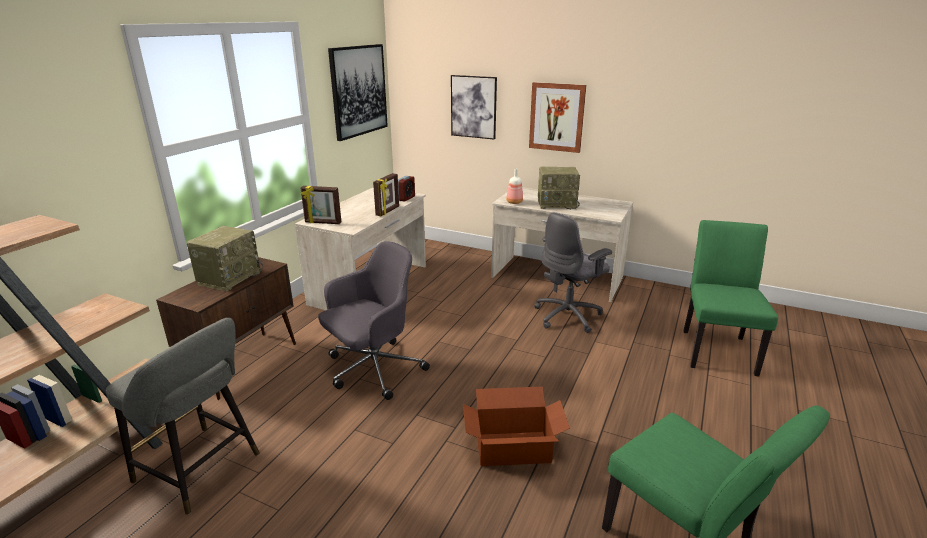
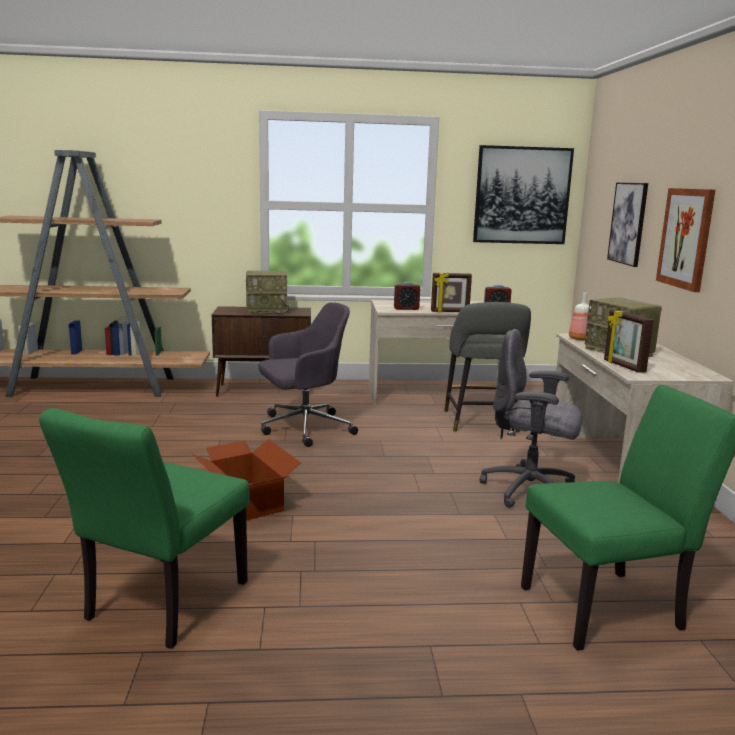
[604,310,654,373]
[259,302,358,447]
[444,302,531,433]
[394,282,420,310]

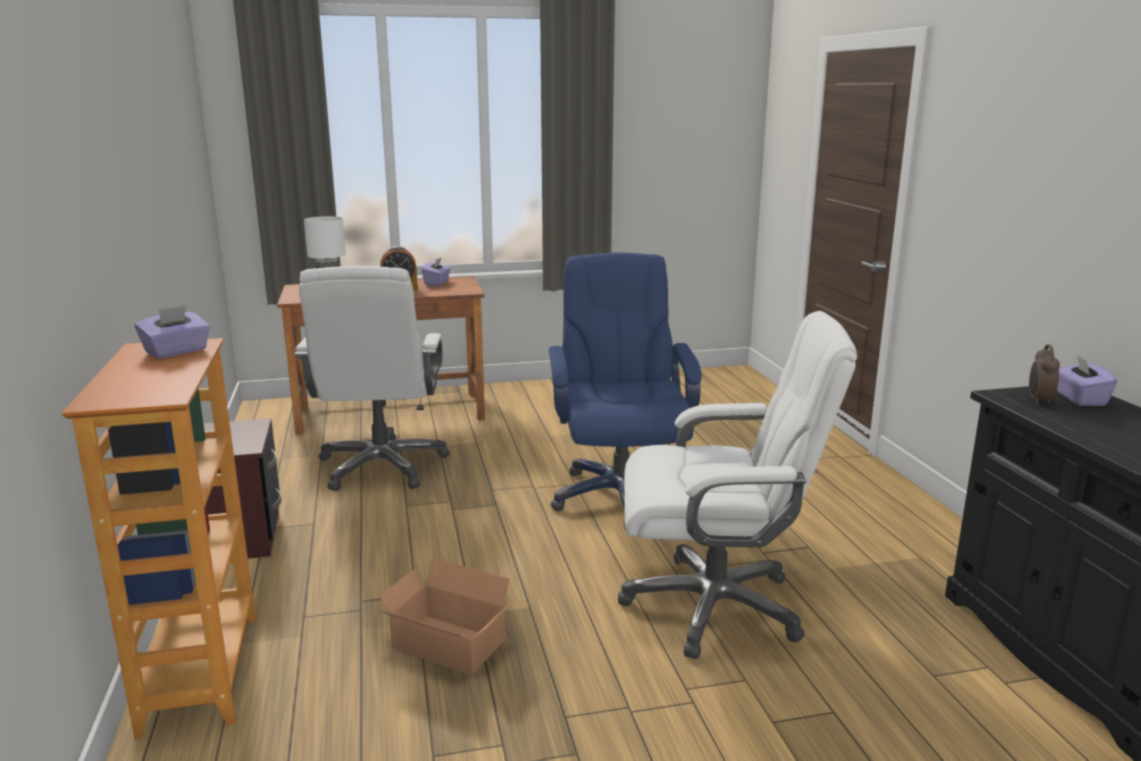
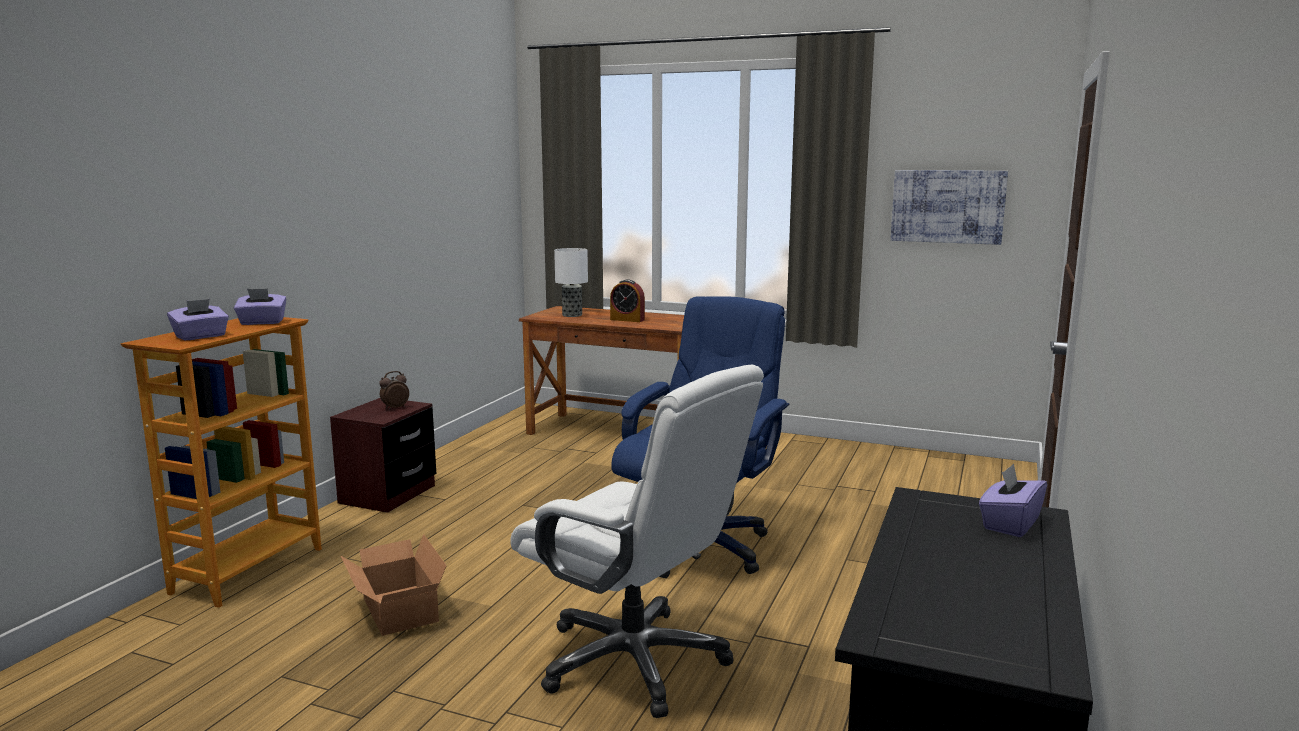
[167,299,229,340]
[294,266,450,491] (first image)
[379,371,409,410]
[891,170,1008,245]

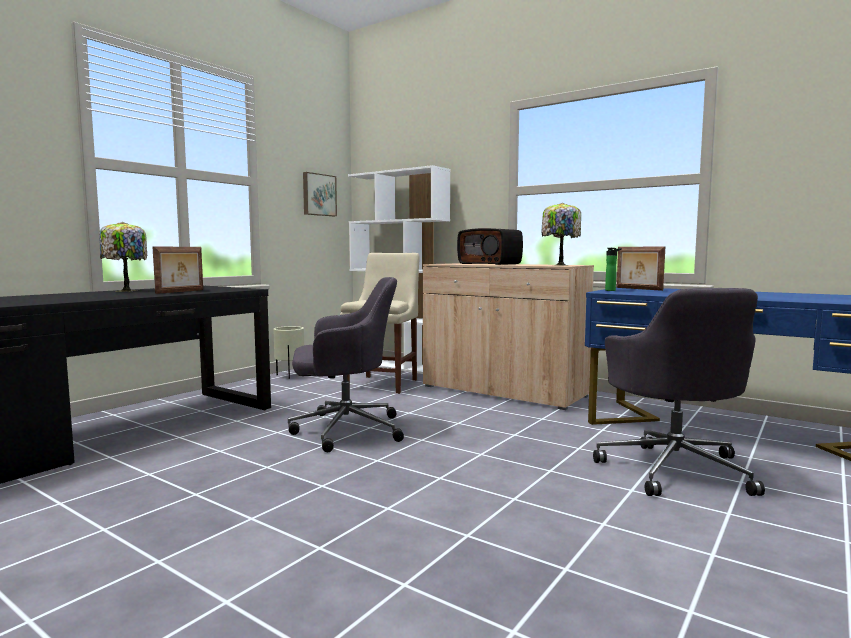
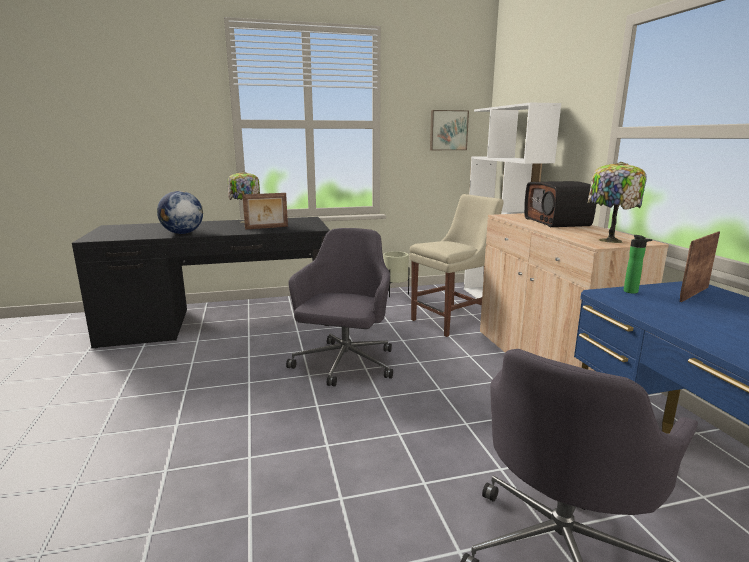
[680,231,720,302]
[286,228,393,387]
[157,191,203,234]

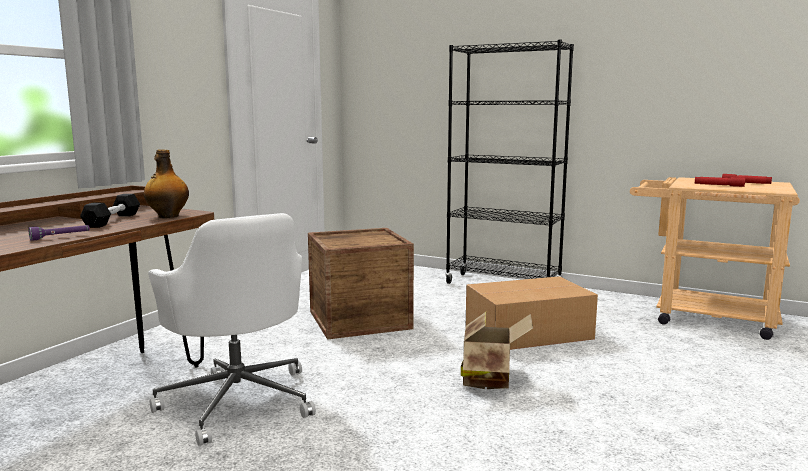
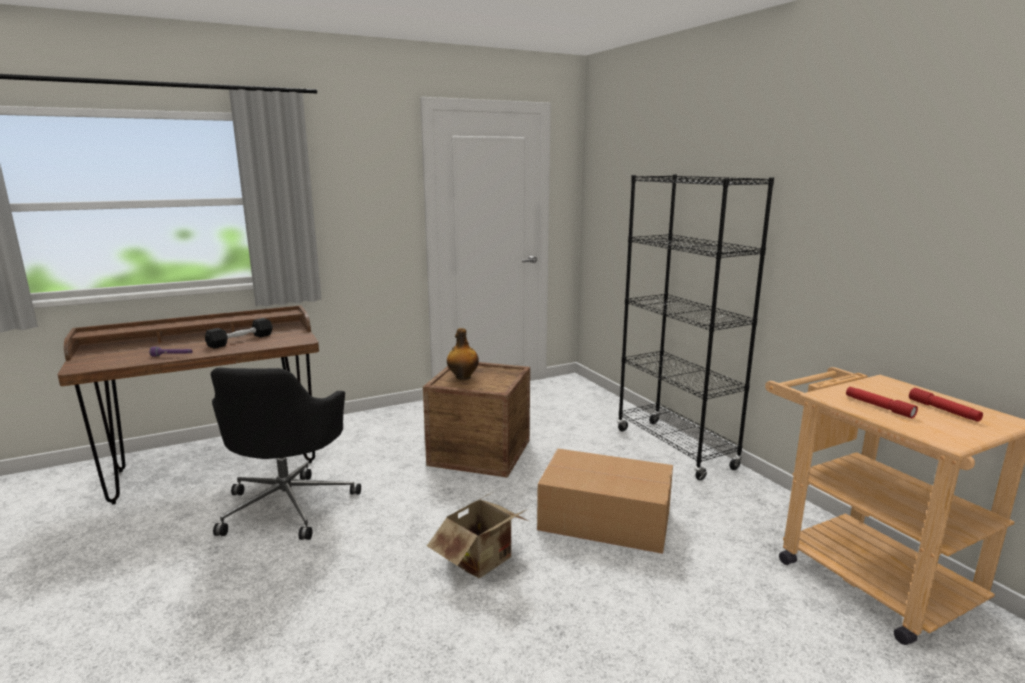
[447,328,479,380]
[211,367,361,540]

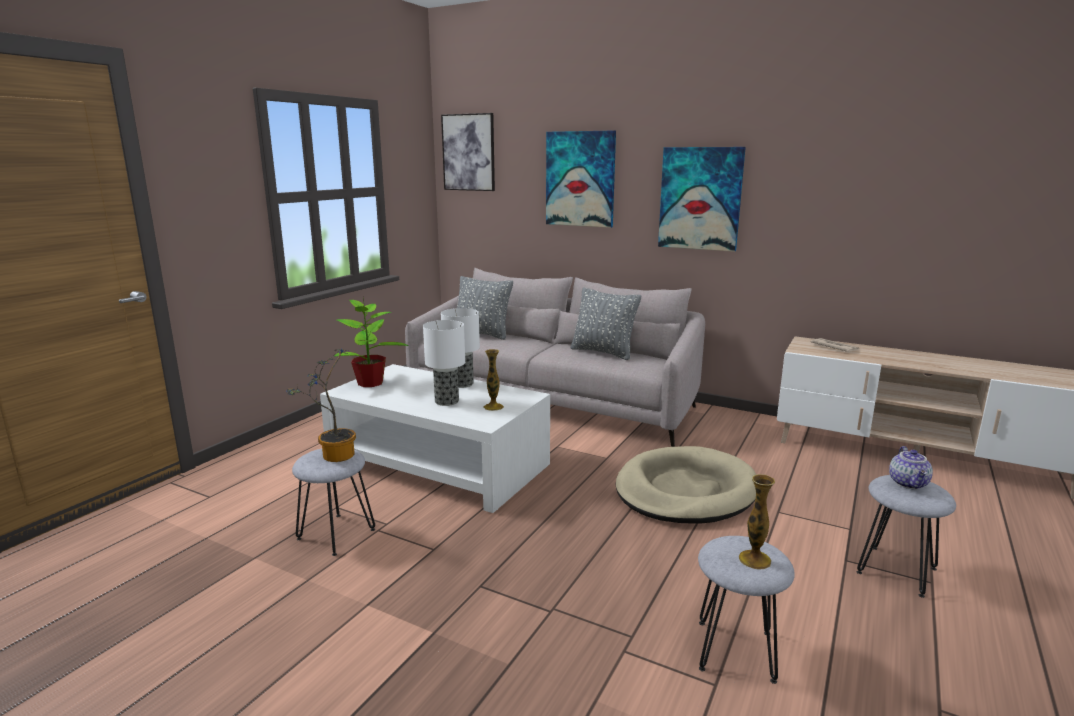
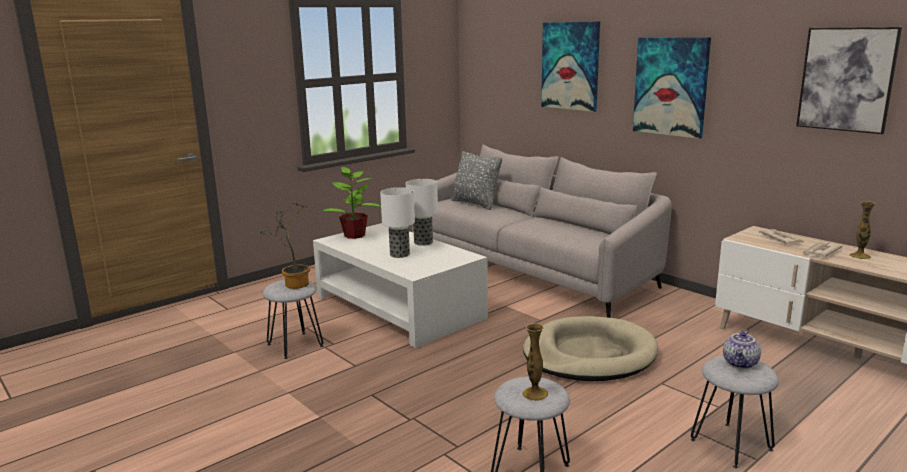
[796,27,902,134]
[571,288,641,360] (first image)
[849,201,876,259]
[802,242,843,258]

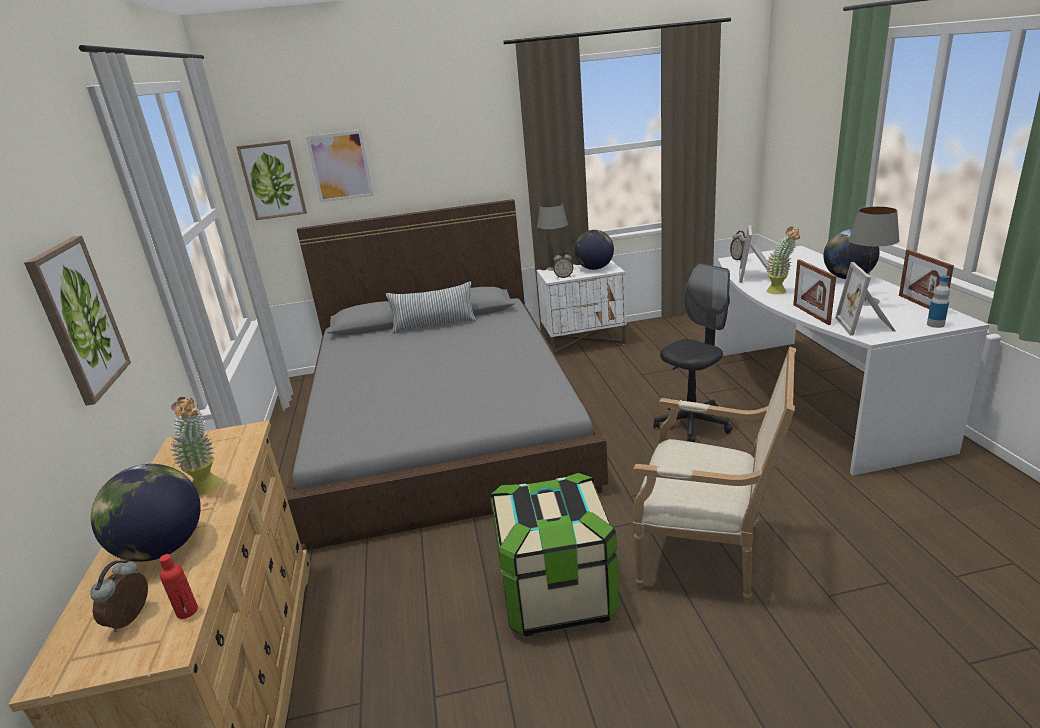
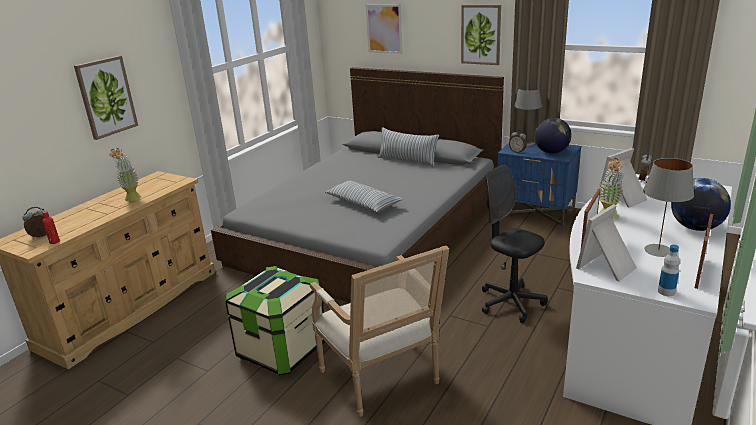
[461,5,501,65]
[497,143,581,227]
[482,164,548,323]
[91,464,201,562] (first image)
[325,181,403,212]

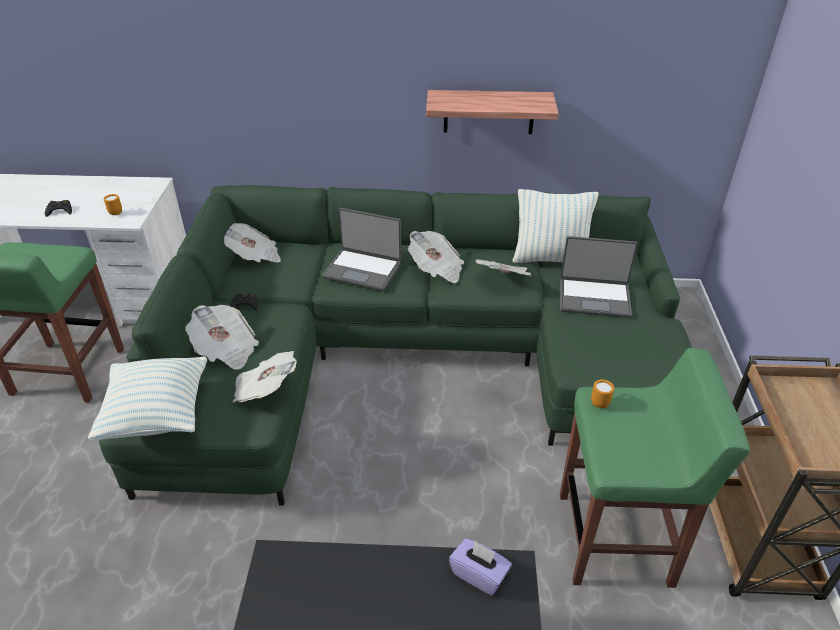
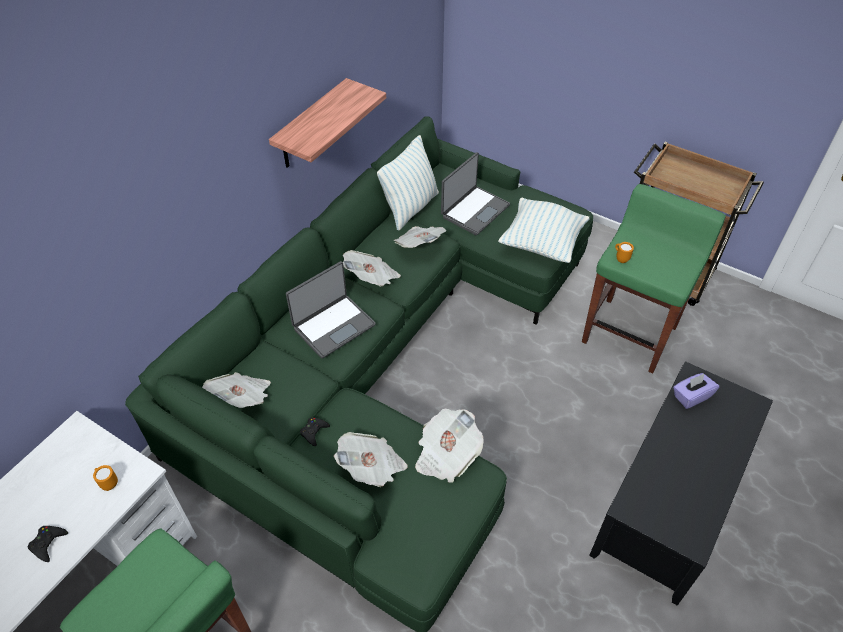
[498,198,589,263]

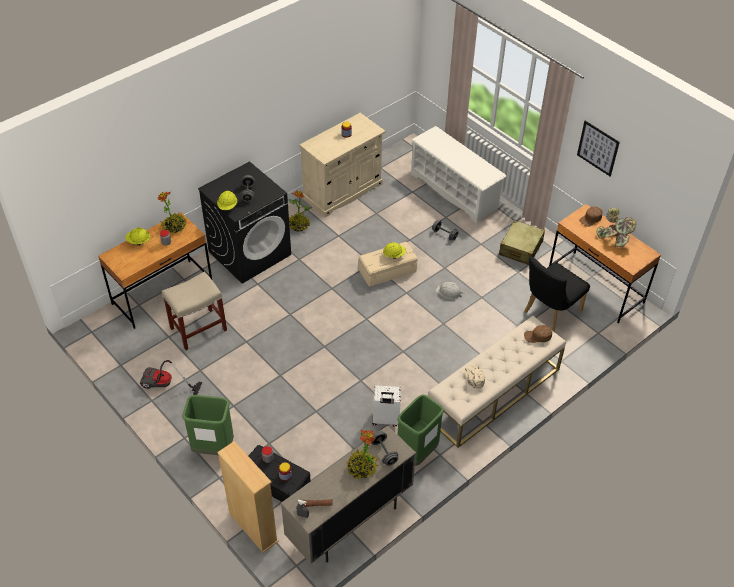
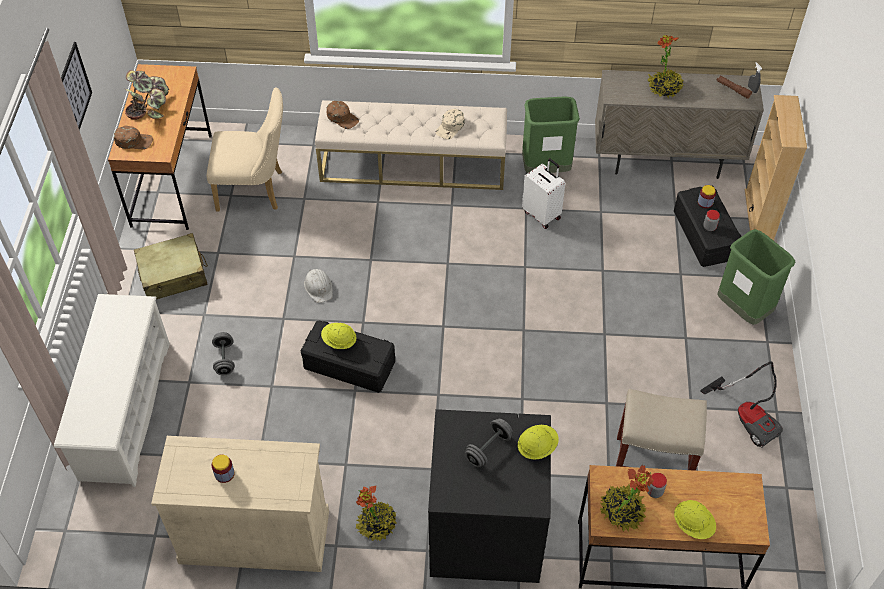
[301,320,395,393]
[206,88,283,211]
[371,431,398,466] (first image)

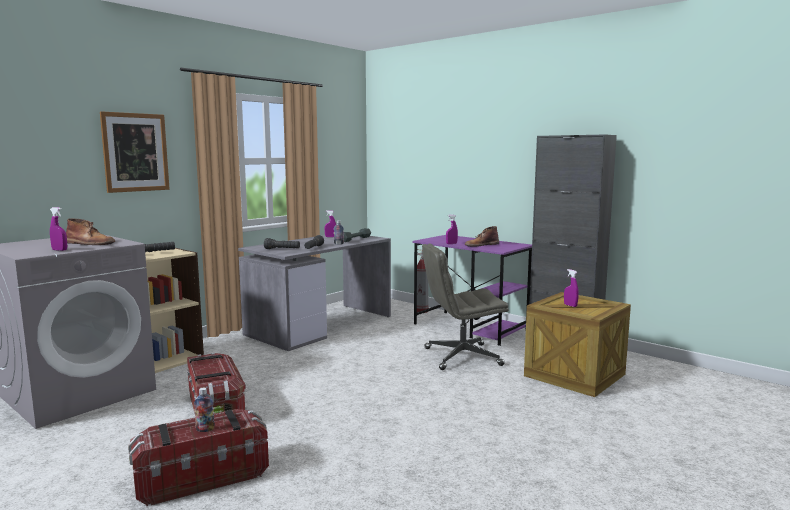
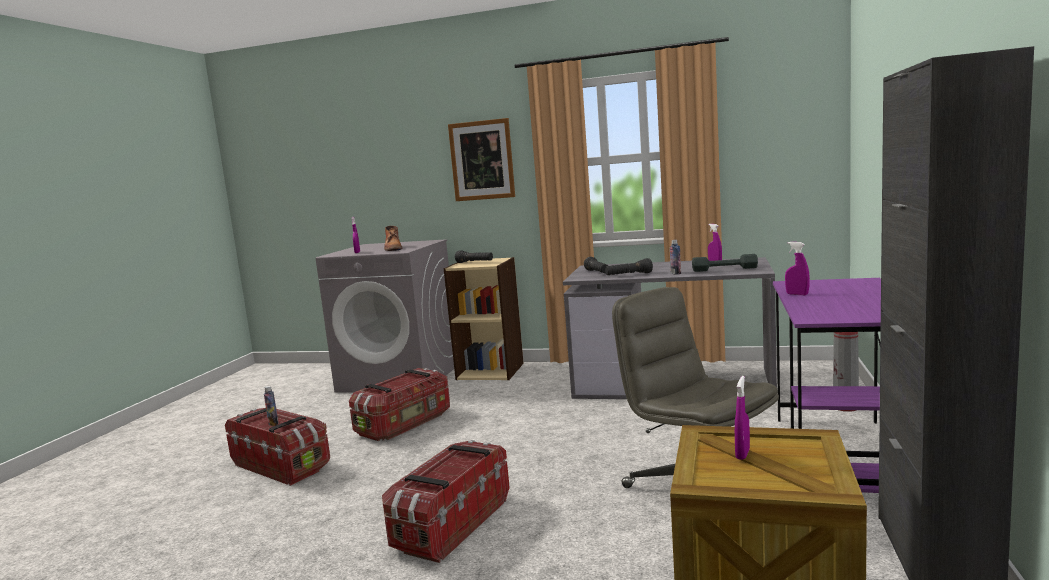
[465,226,499,247] (first image)
[382,440,510,563]

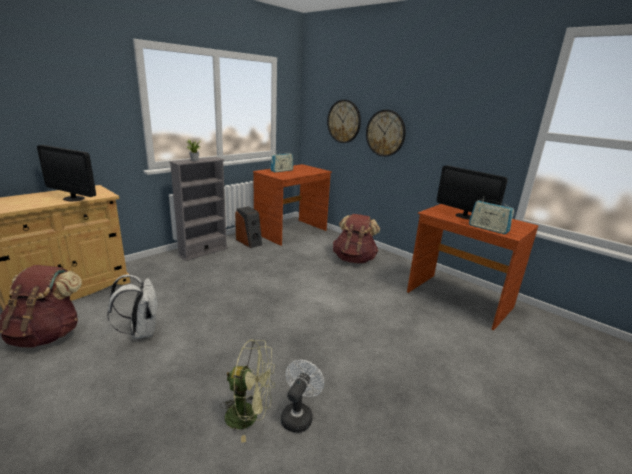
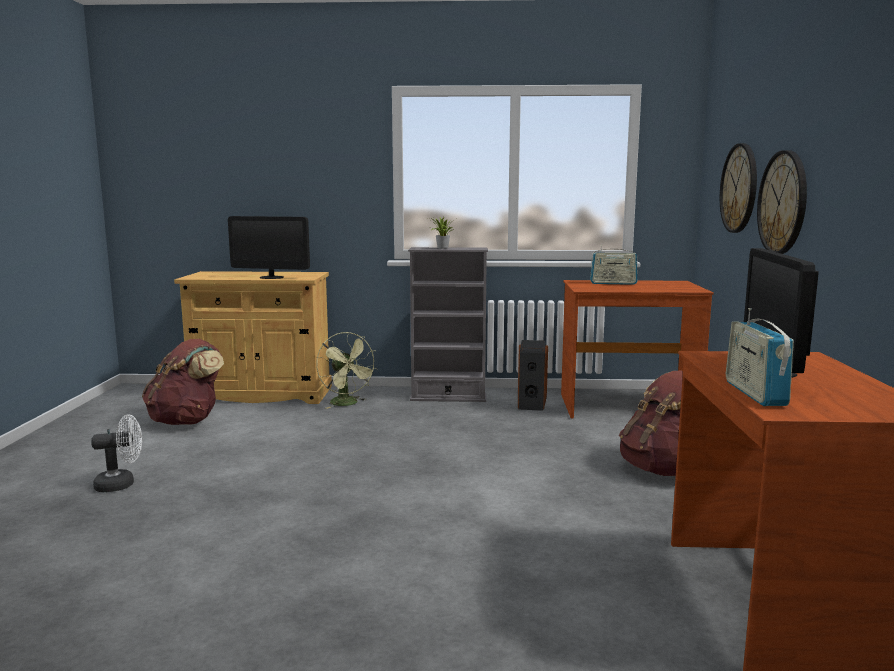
[228,216,310,279]
[107,275,159,339] (first image)
[316,332,377,409]
[91,414,142,492]

